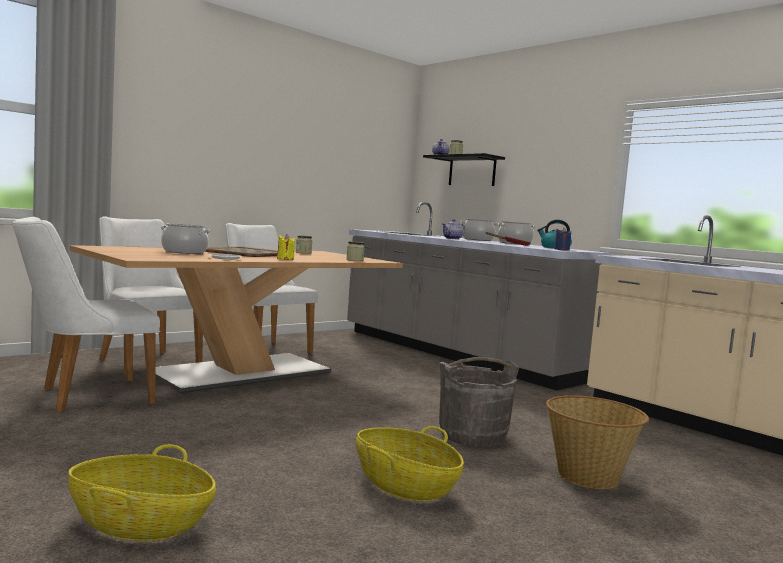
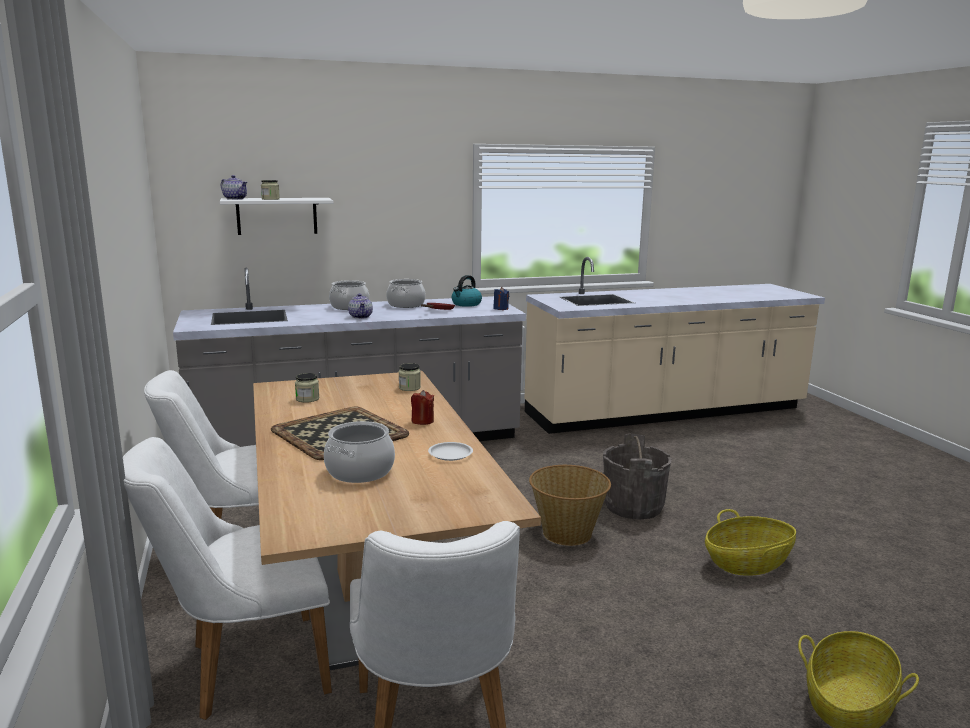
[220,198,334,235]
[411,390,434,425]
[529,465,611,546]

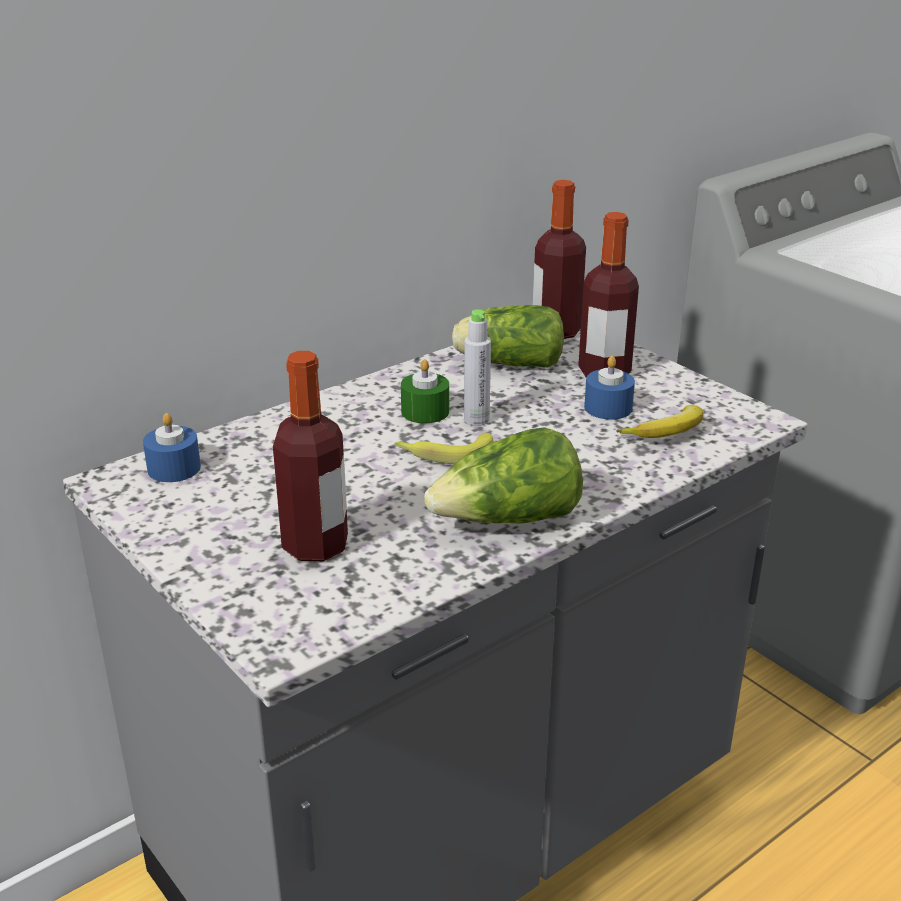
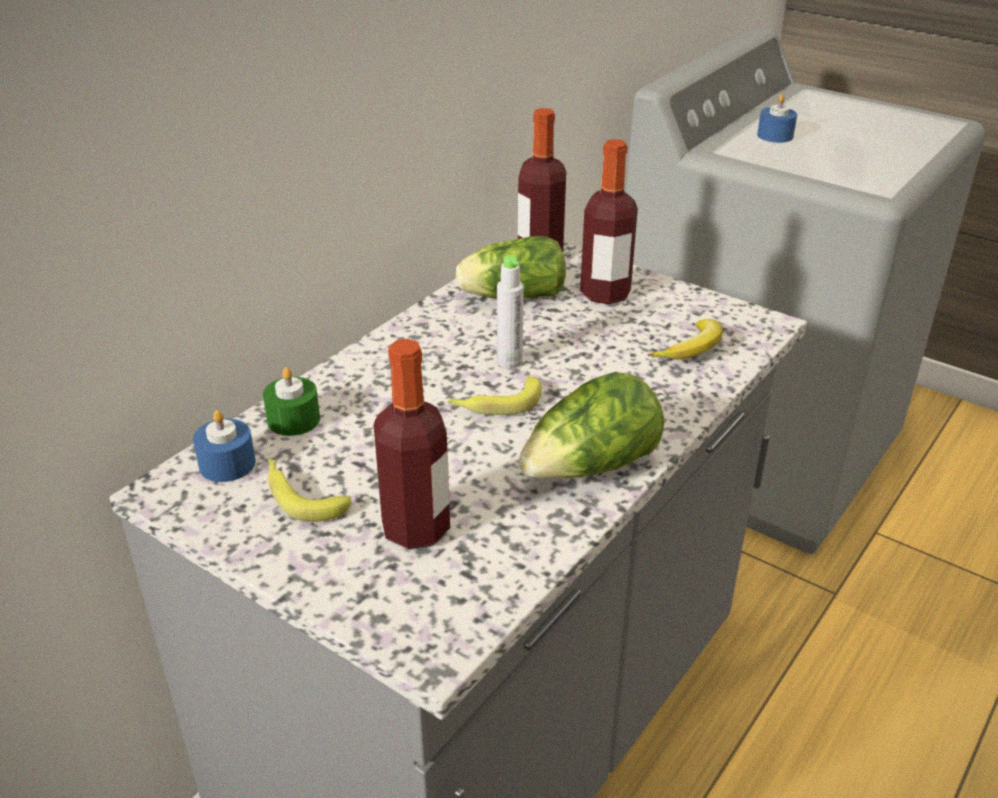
[757,94,797,143]
[263,367,320,436]
[268,459,351,522]

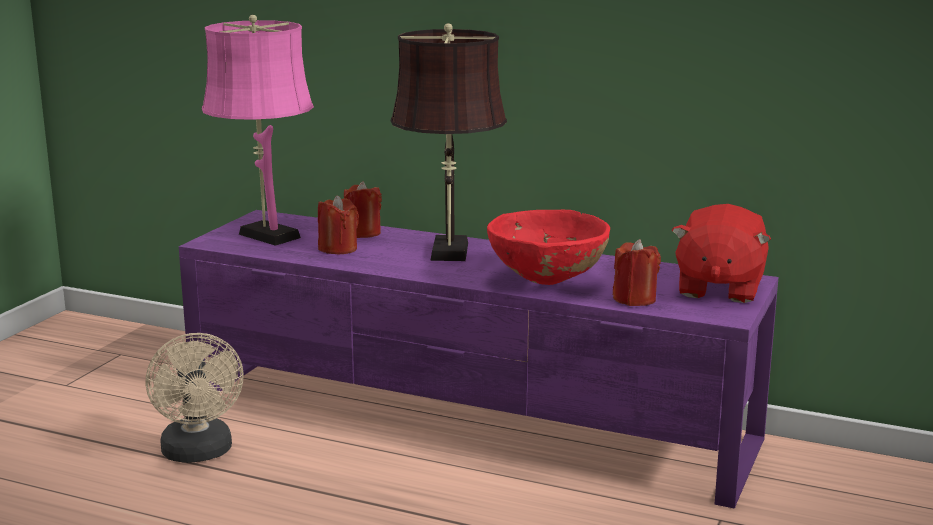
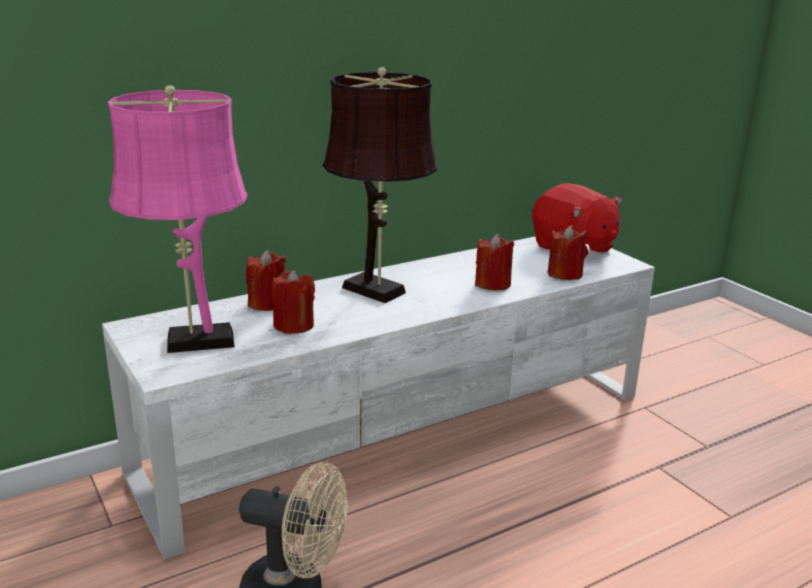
[102,236,655,559]
[475,234,514,290]

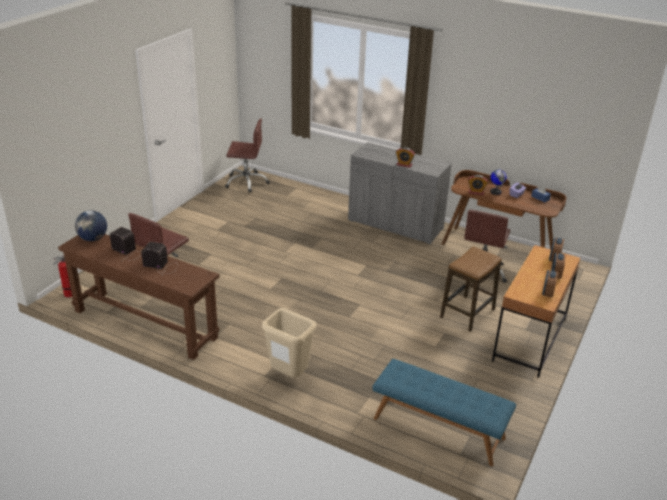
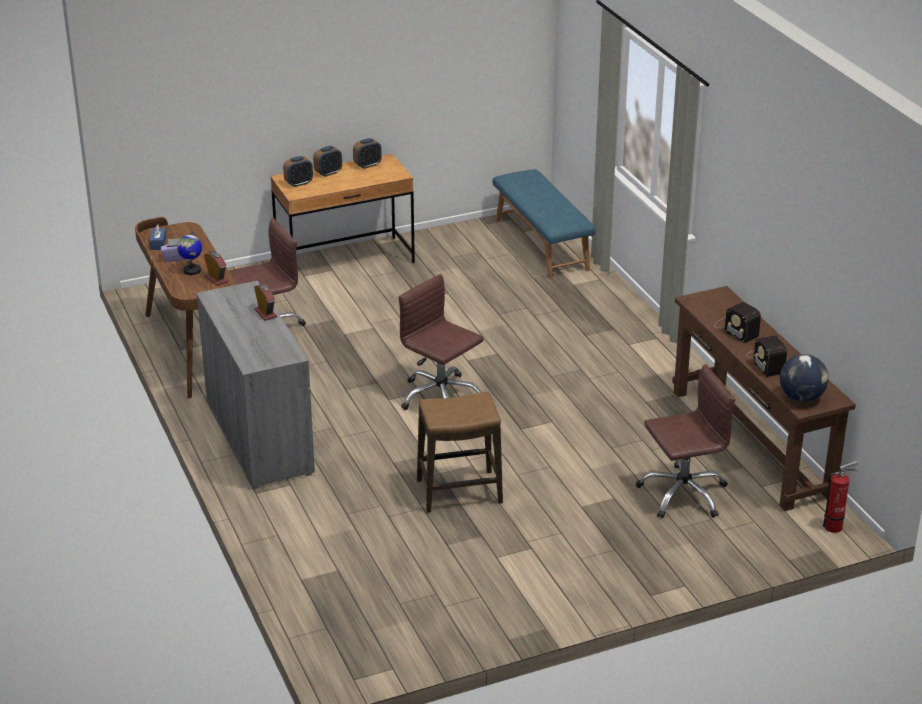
[398,274,484,410]
[417,392,503,513]
[262,308,316,377] (first image)

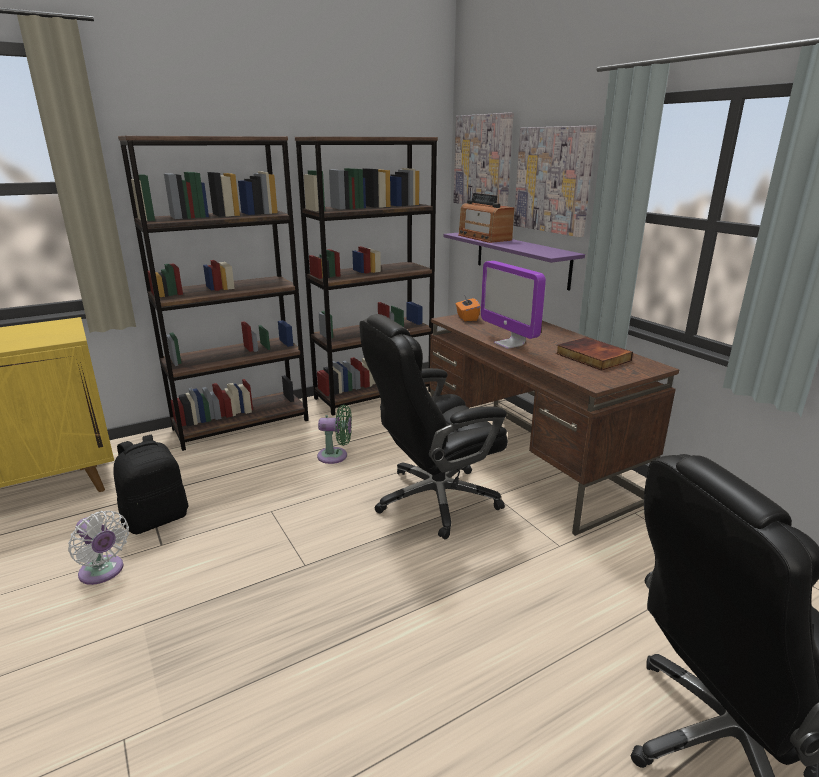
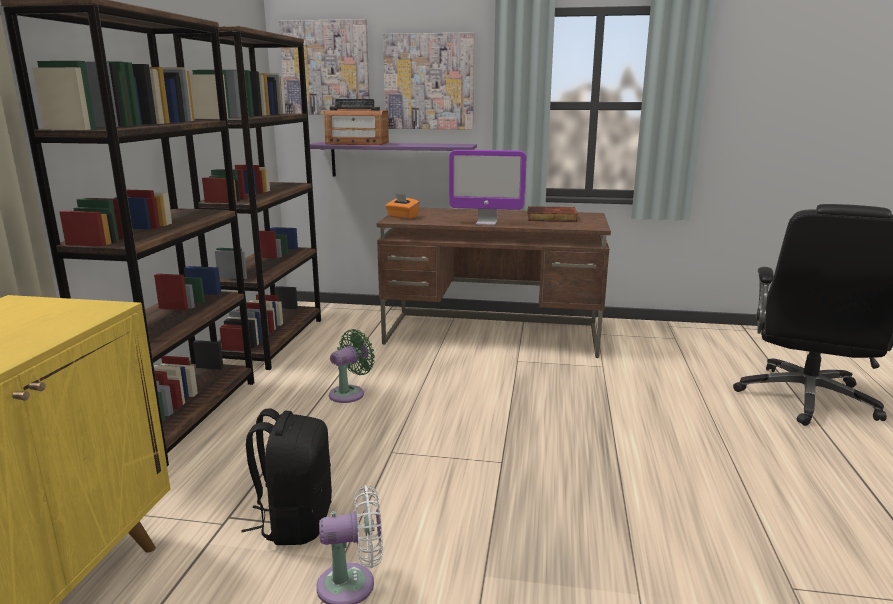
[359,314,508,539] (first image)

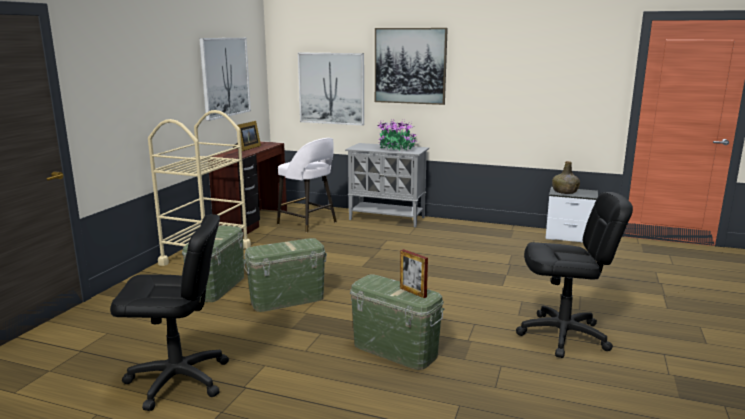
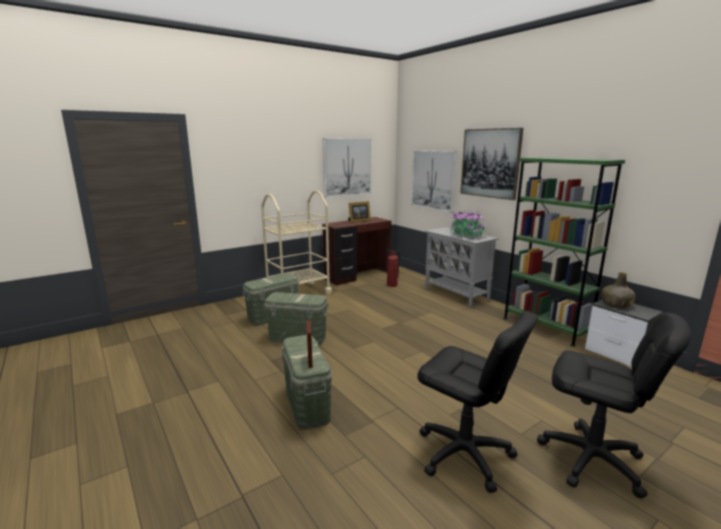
[386,250,400,287]
[537,312,691,499]
[503,157,625,346]

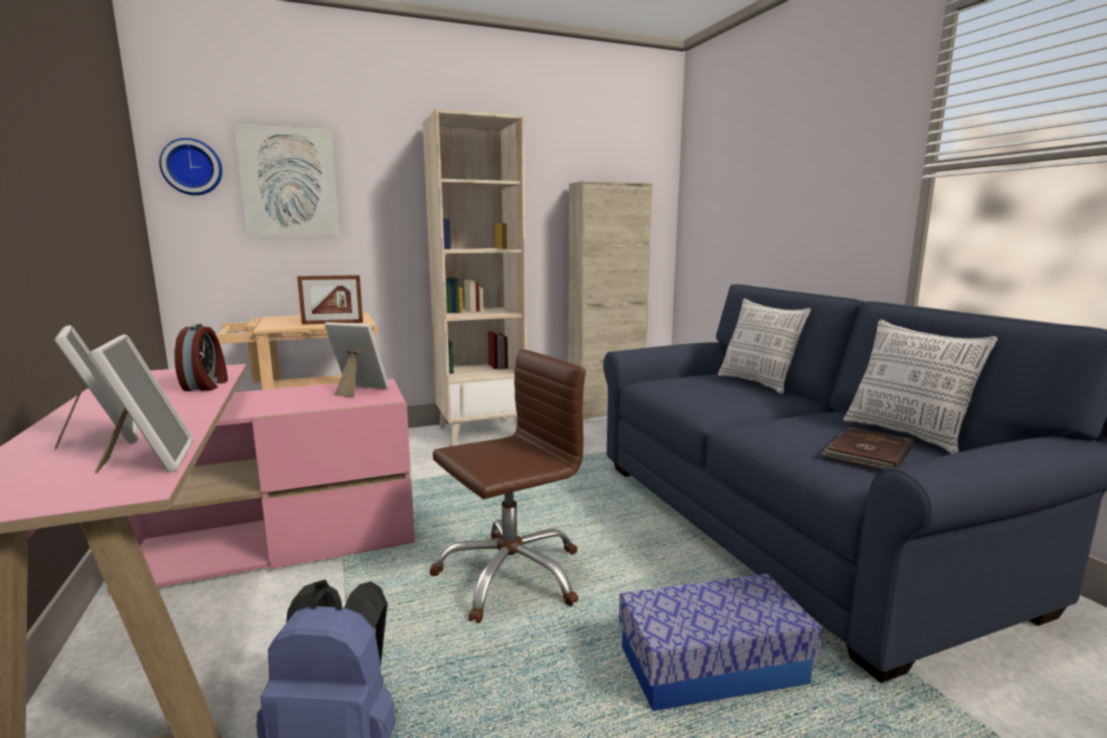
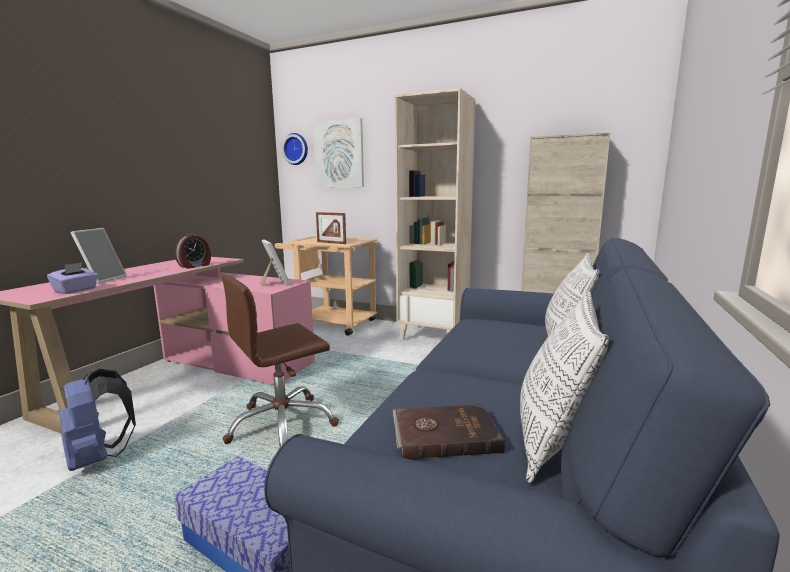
[47,262,98,294]
[221,274,339,447]

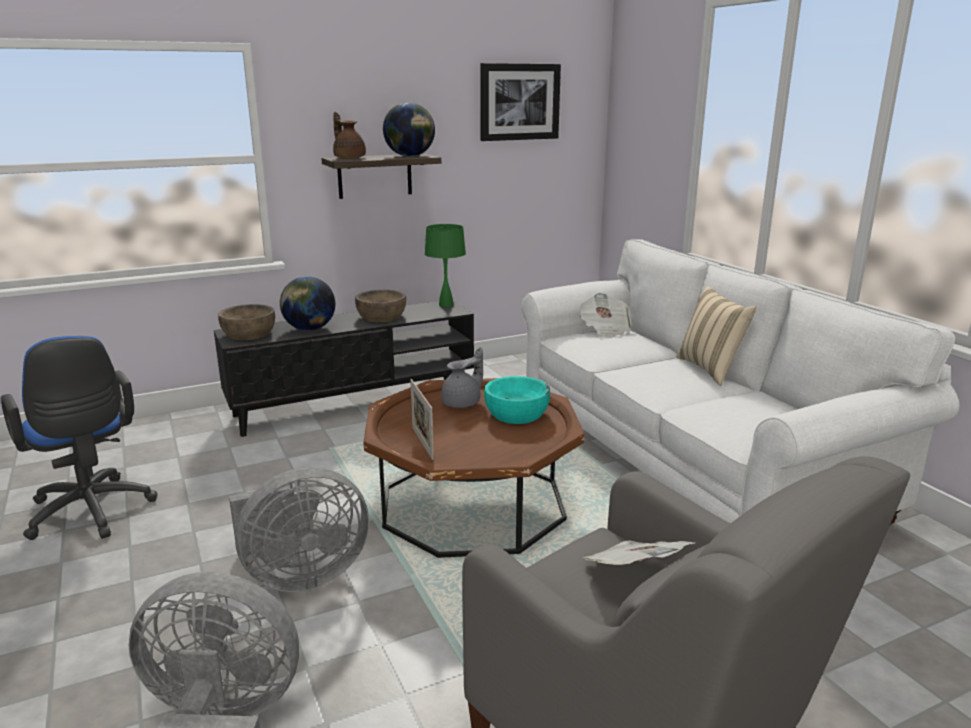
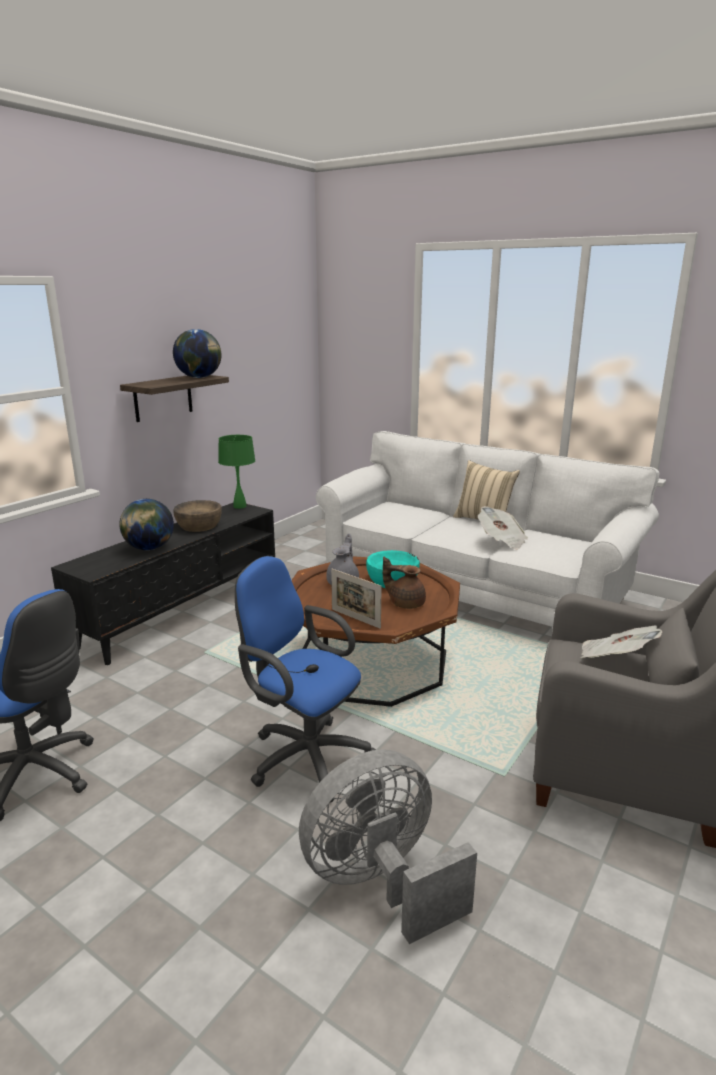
[480,63,561,141] (first image)
[383,557,426,609]
[478,506,528,550]
[218,304,275,340] (first image)
[235,556,376,802]

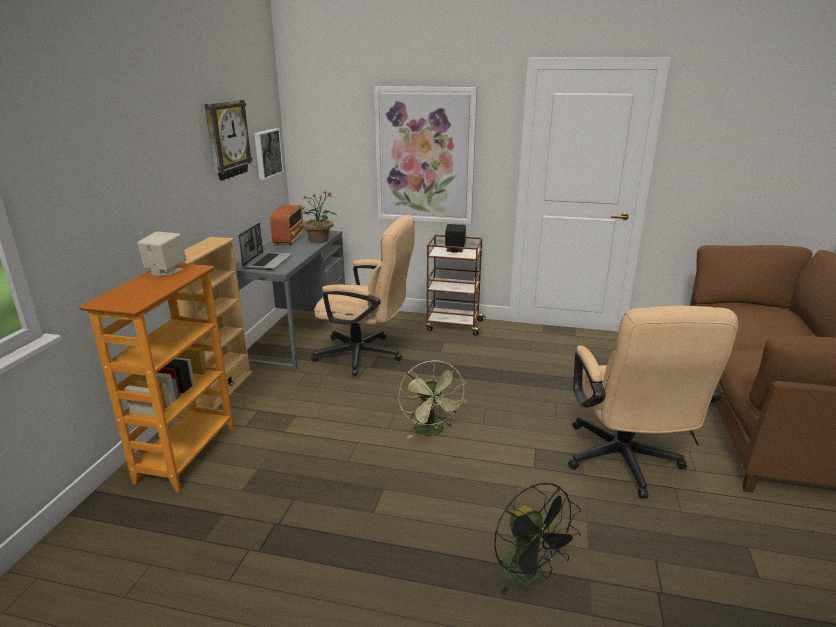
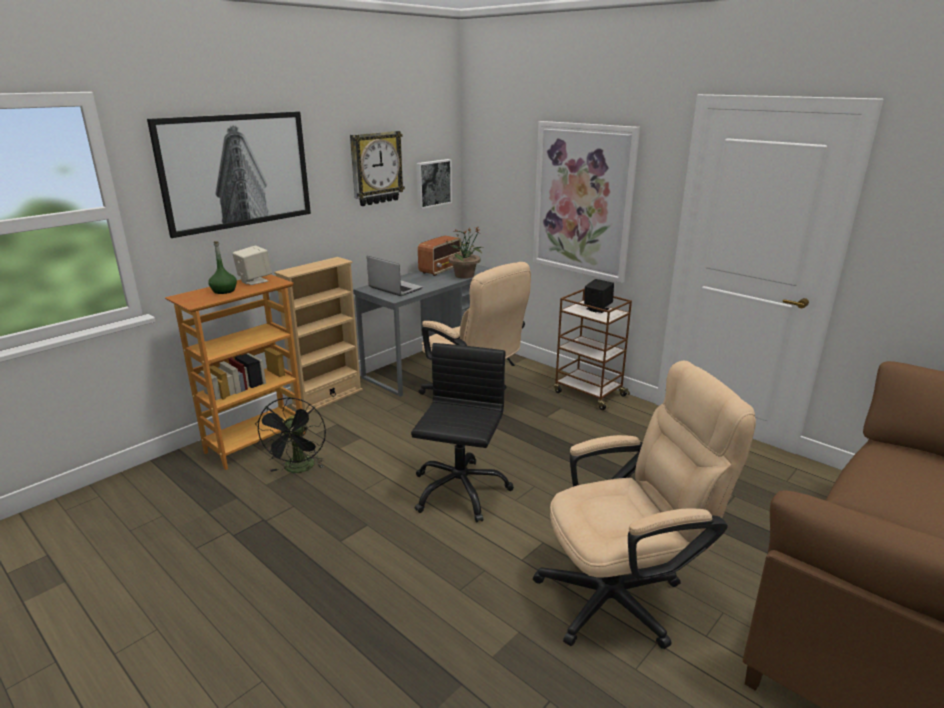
[367,256,423,296]
[533,361,756,649]
[411,343,514,523]
[255,397,326,473]
[147,112,311,238]
[208,241,237,294]

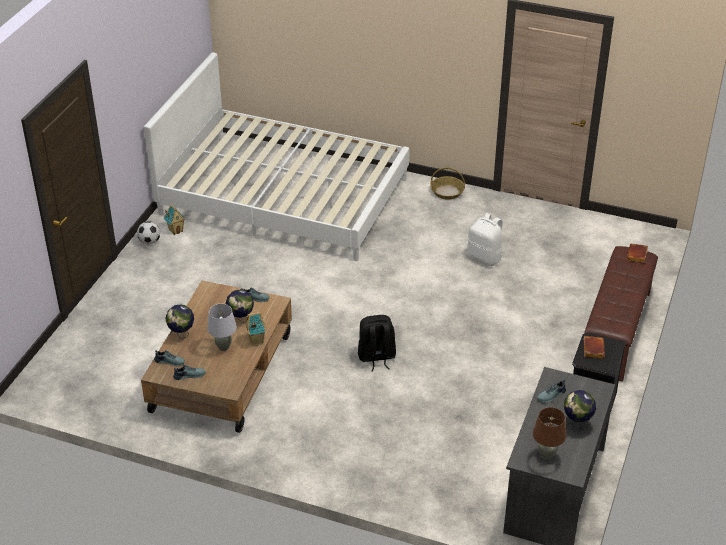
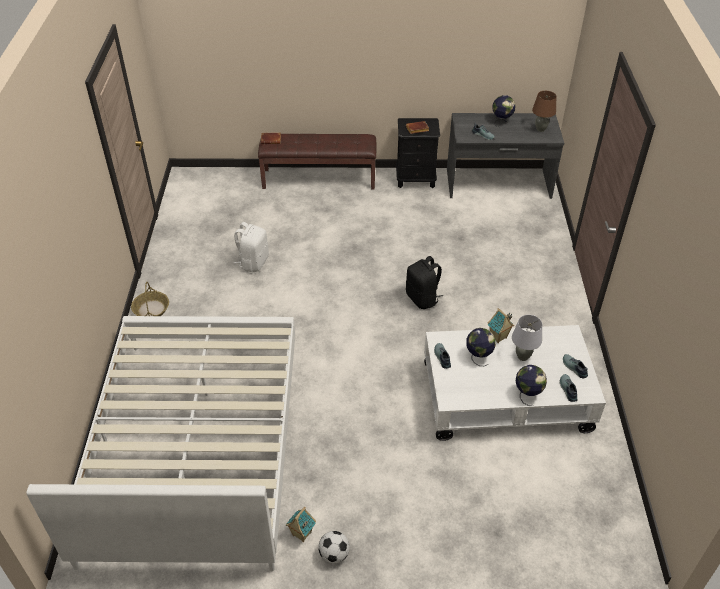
[424,325,606,441]

